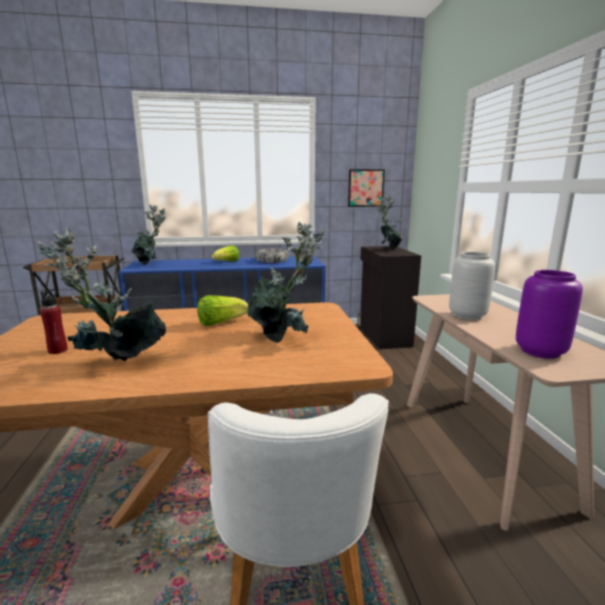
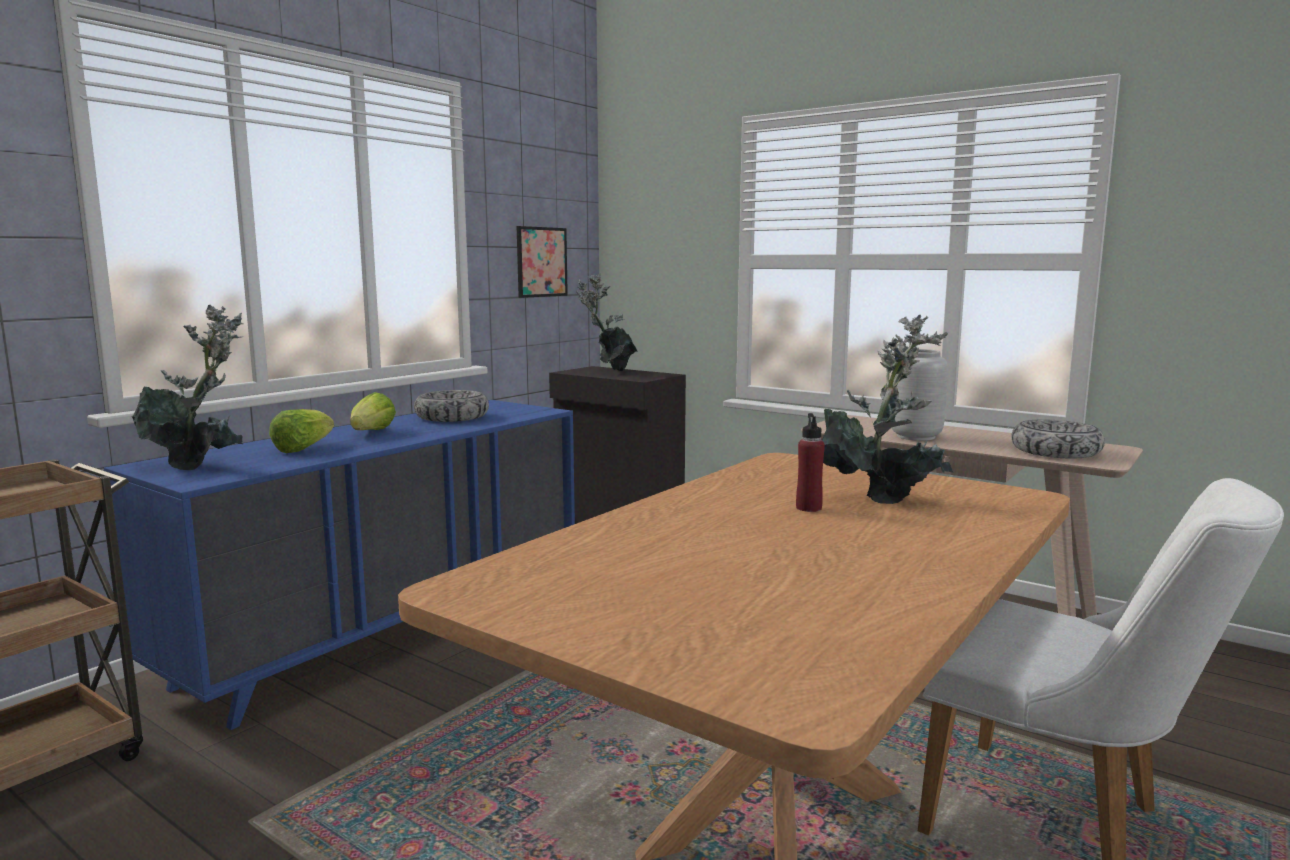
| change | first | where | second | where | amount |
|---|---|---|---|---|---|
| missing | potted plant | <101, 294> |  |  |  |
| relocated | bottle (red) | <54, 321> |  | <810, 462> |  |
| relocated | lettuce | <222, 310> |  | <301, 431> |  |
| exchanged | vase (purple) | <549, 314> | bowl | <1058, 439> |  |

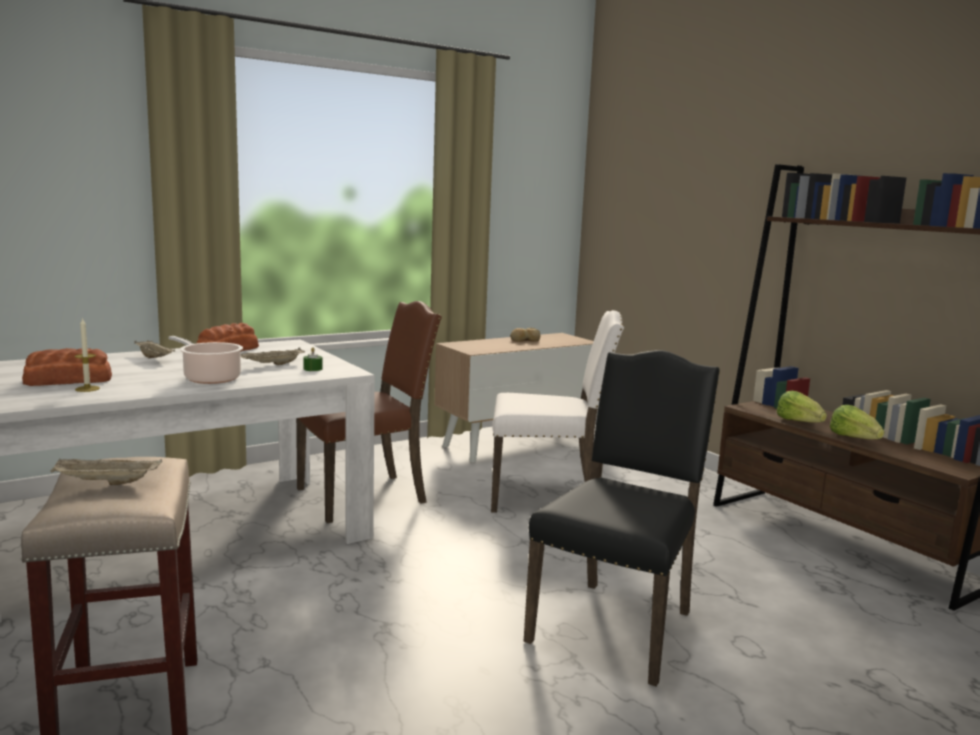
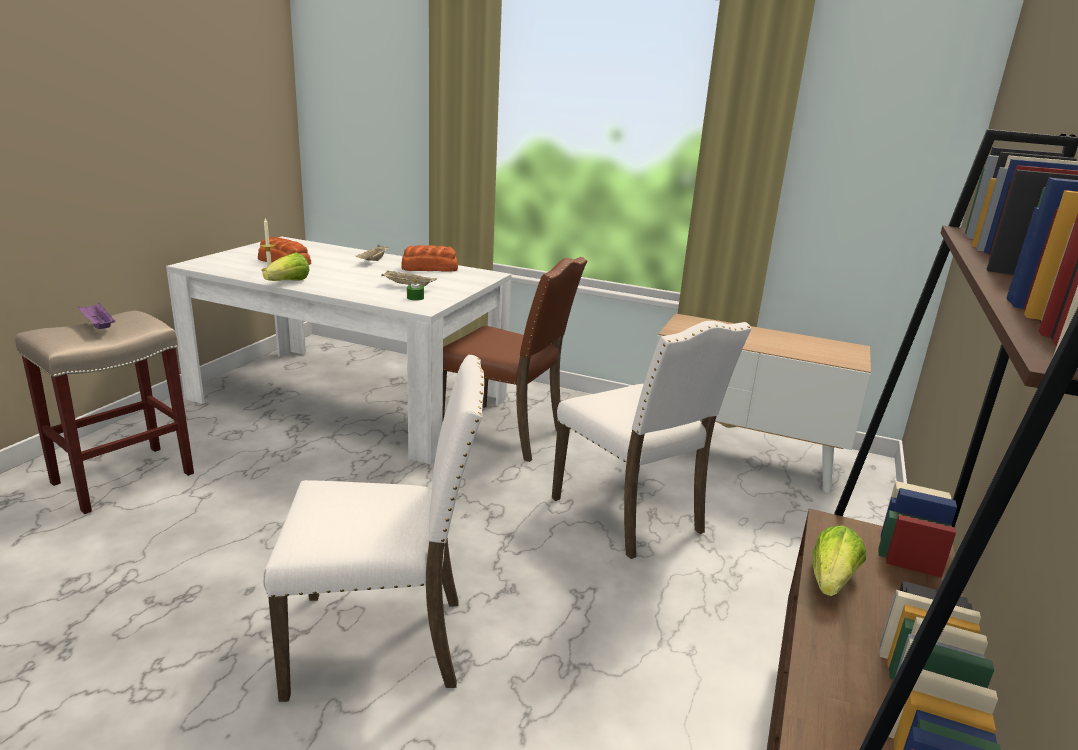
| change | first | where | second | where | amount |
|---|---|---|---|---|---|
| missing | cooking pot | <205, 360> |  |  |  |
| missing | bread | <525, 335> |  |  |  |
| relocated | lettuce | <857, 422> |  | <286, 266> |  |
| colour | tray (beige) | <106, 472> | tray (purple) | <96, 315> |  |
| colour | chair (black) | <622, 518> | chair (white) | <373, 528> |  |

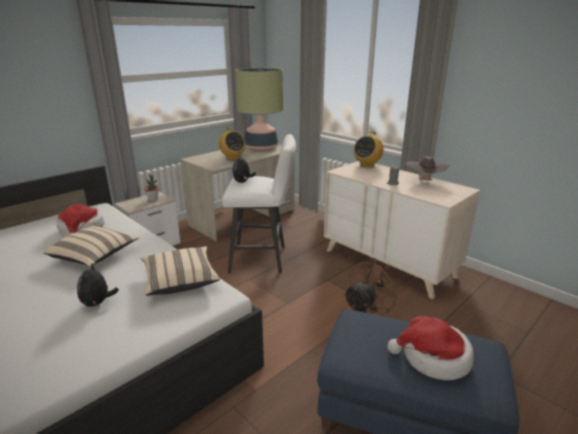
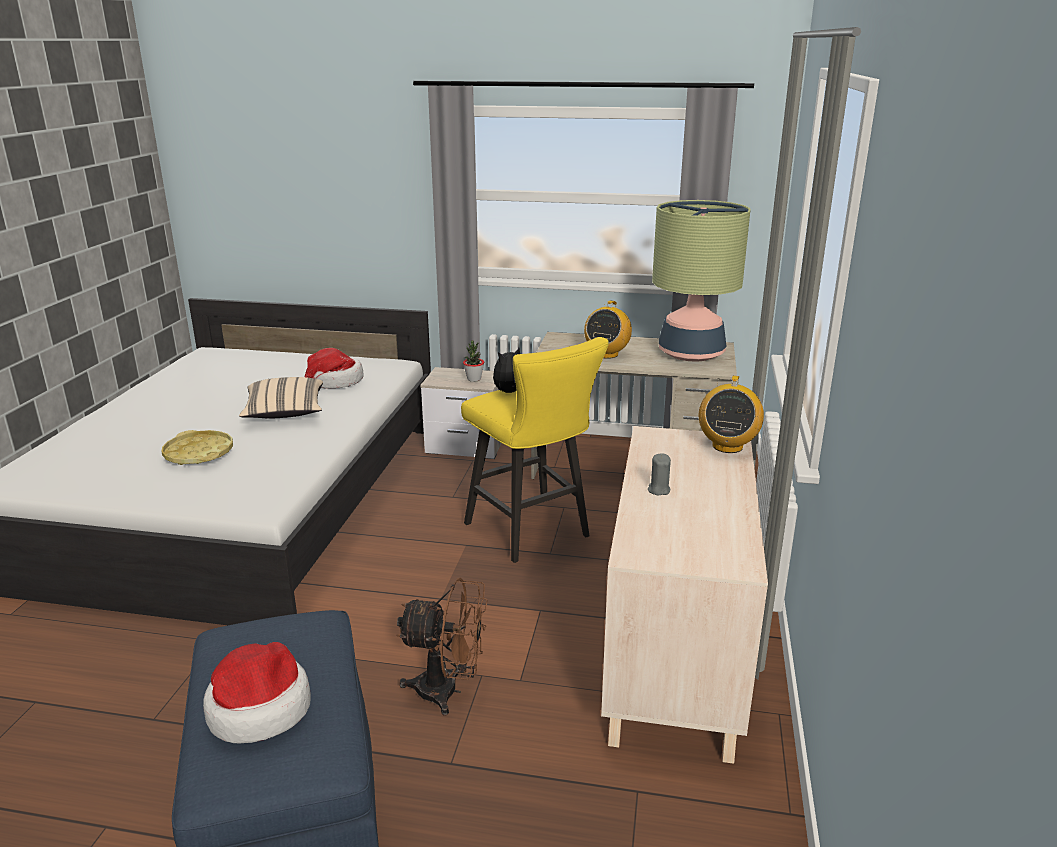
| change | first | where | second | where | amount |
|---|---|---|---|---|---|
| missing | pillow (beige) | <180, 271> |  |  |  |
| missing | hat (brown) | <428, 168> |  |  |  |
| exchanged | plush toy | <98, 285> | tray (yellow) | <197, 447> |  |
| colour | stool (white) | <259, 203> | stool (yellow) | <535, 450> |  |
| spun | radio | <369, 149> |  | <731, 414> | 75 degrees counterclockwise |

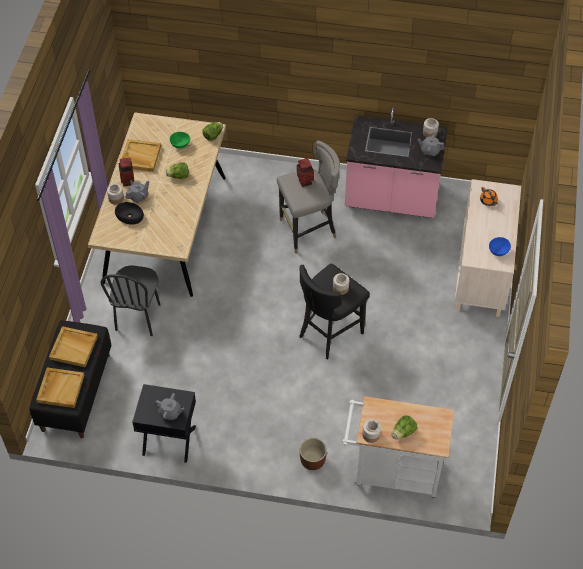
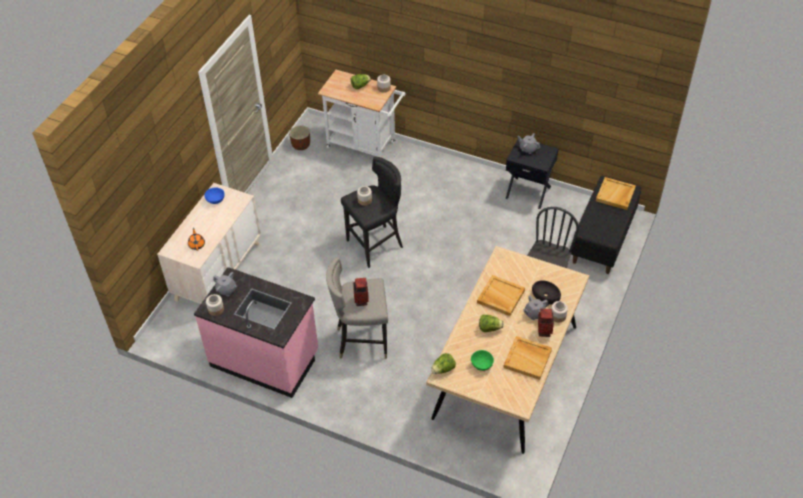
| change | first | where | second | where | amount |
|---|---|---|---|---|---|
| relocated | tray (beige) | <73, 346> |  | <501, 295> |  |
| relocated | planter (brown) | <313, 454> |  | <299, 137> |  |

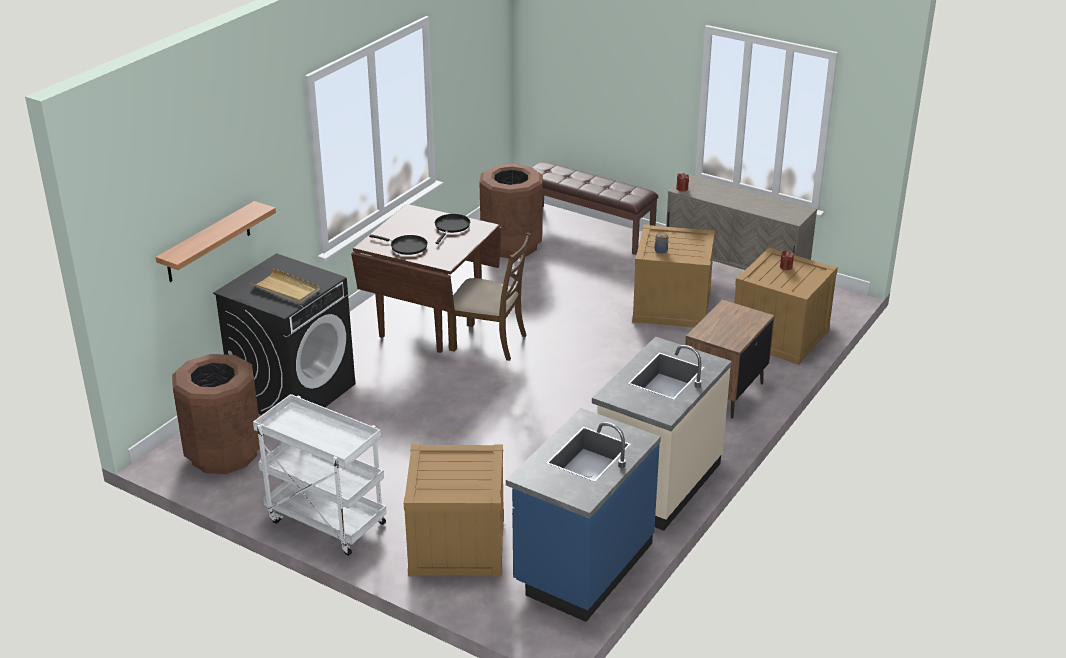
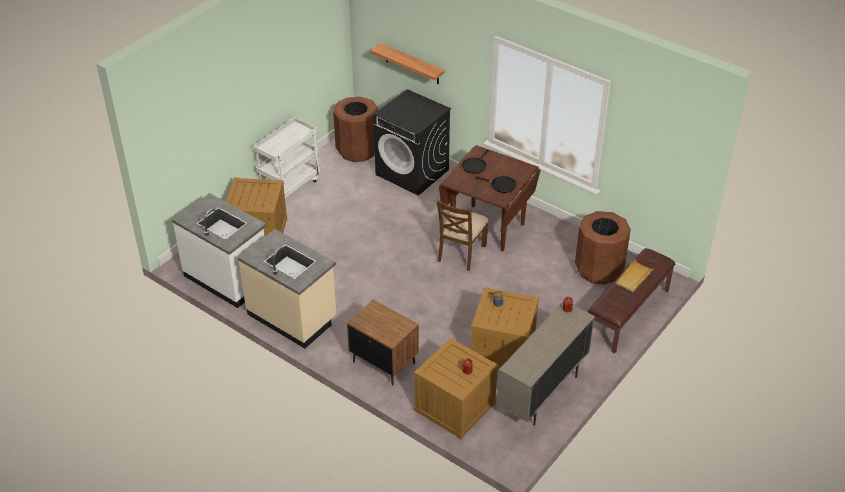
| change | first | where | second | where | amount |
|---|---|---|---|---|---|
| relocated | tray (beige) | <285, 286> |  | <635, 275> |  |
| colour | counter (blue) | <583, 515> | counter (white) | <219, 250> |  |

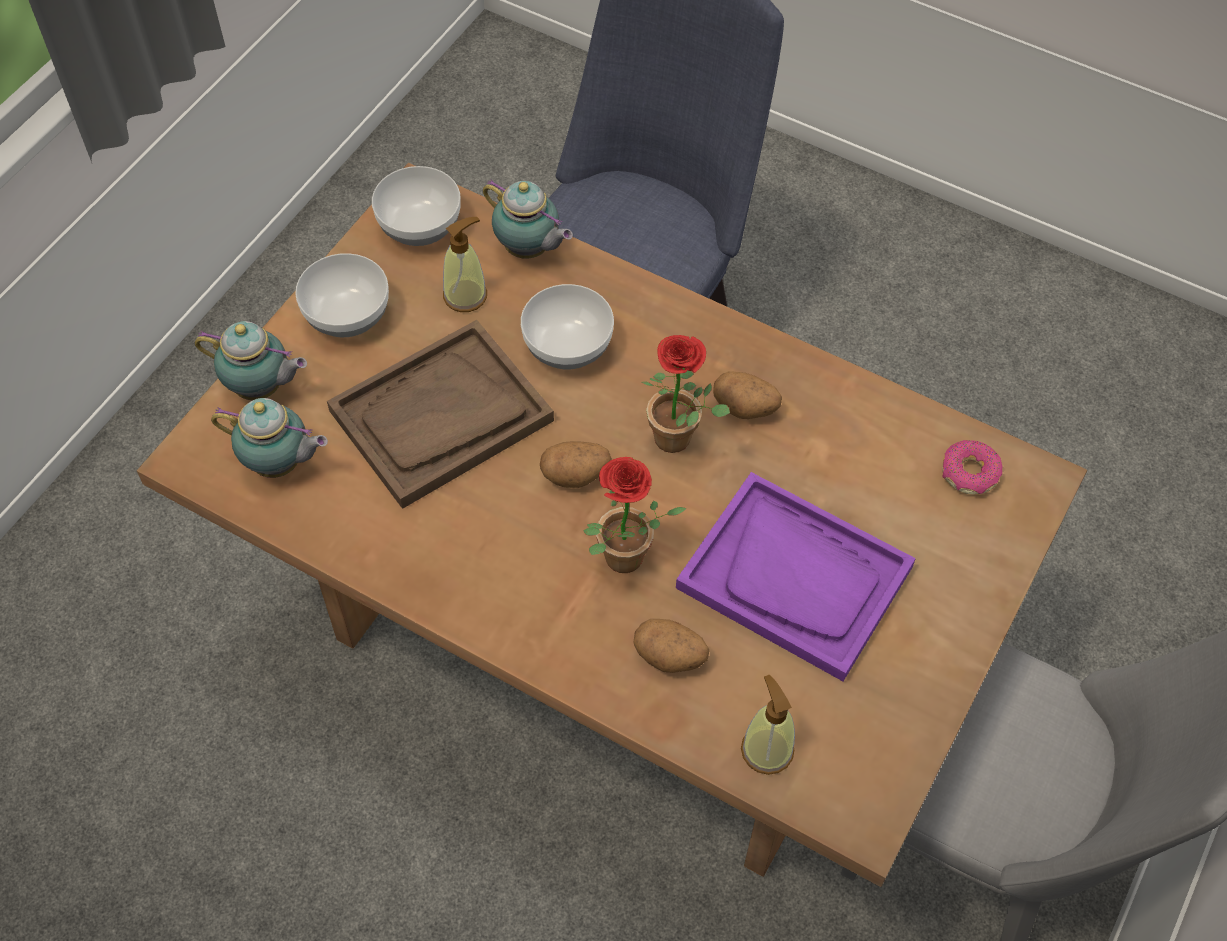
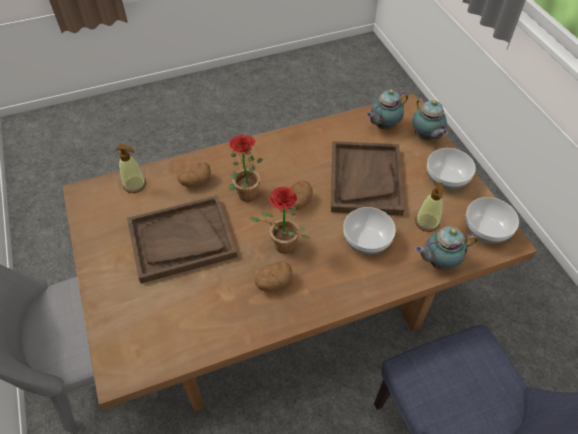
| change | first | where | second | where | amount |
|---|---|---|---|---|---|
| missing | donut | <972, 467> |  |  |  |
| colour | tray (purple) | <796, 576> | tray (brown) | <182, 239> |  |
| spun | teapot | <251, 360> |  | <430, 118> | 75 degrees counterclockwise |

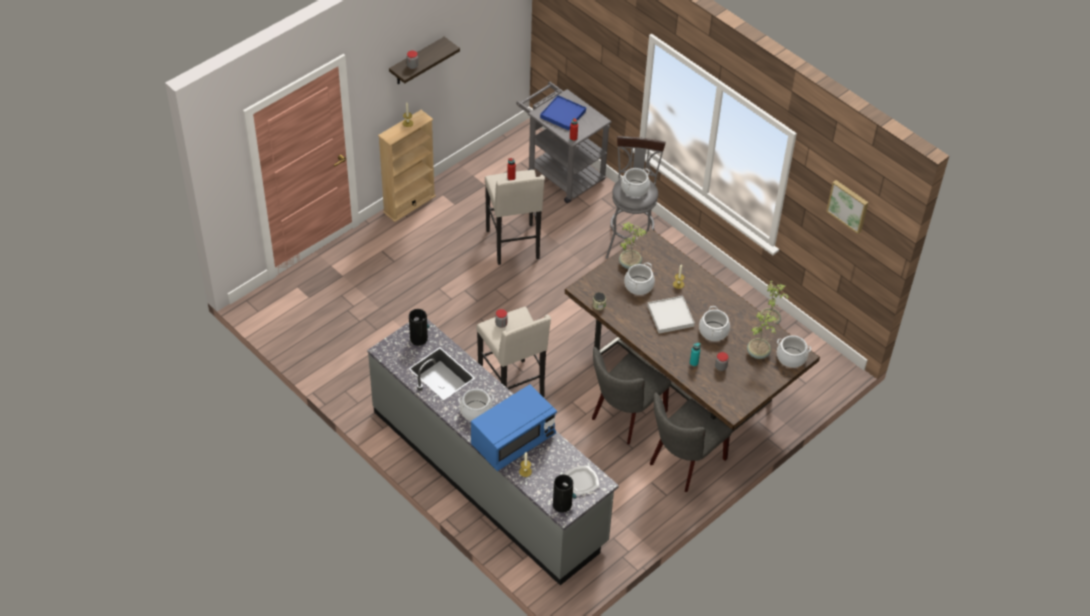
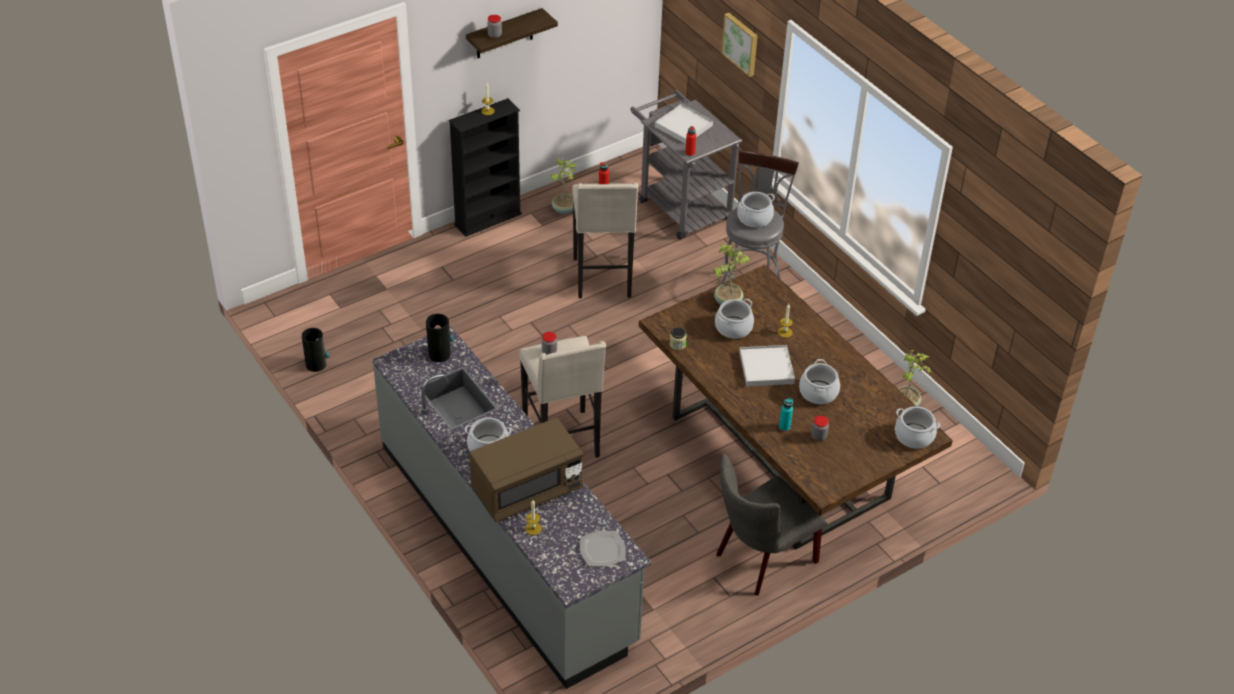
| change | first | where | second | where | amount |
|---|---|---|---|---|---|
| missing | chair (grey) | <631, 395> |  |  |  |
| relocated | vase | <565, 494> |  | <316, 350> |  |
| relocated | potted plant | <762, 335> |  | <563, 185> |  |
| relocated | picture | <847, 207> |  | <739, 45> |  |
| colour | bookcase (beige) | <407, 166> | bookcase (black) | <485, 167> |  |
| colour | microwave (blue) | <514, 427> | microwave (brown) | <526, 470> |  |
| colour | tray (blue) | <563, 113> | tray (white) | <684, 124> |  |

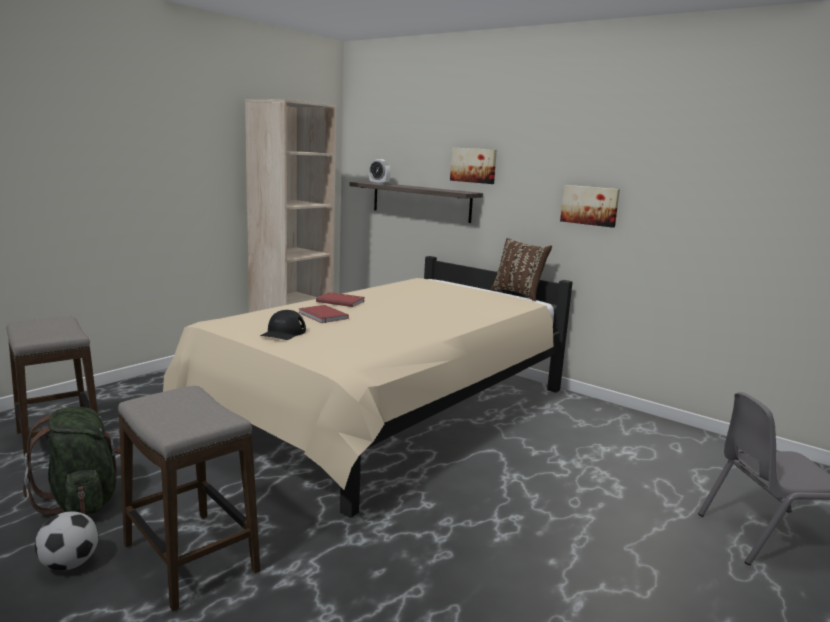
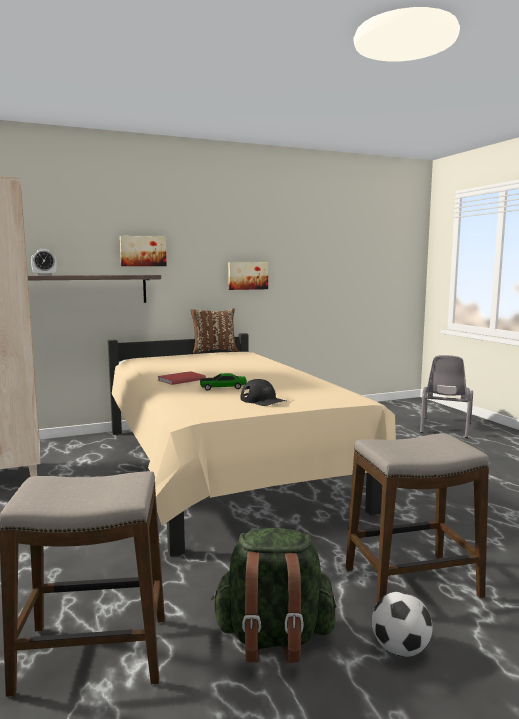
| change | first | where | second | where | amount |
|---|---|---|---|---|---|
| exchanged | book (red) | <324, 314> | toy car | <223, 382> |  |

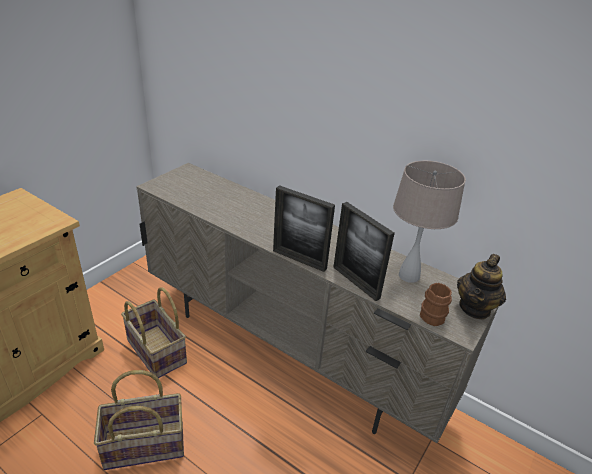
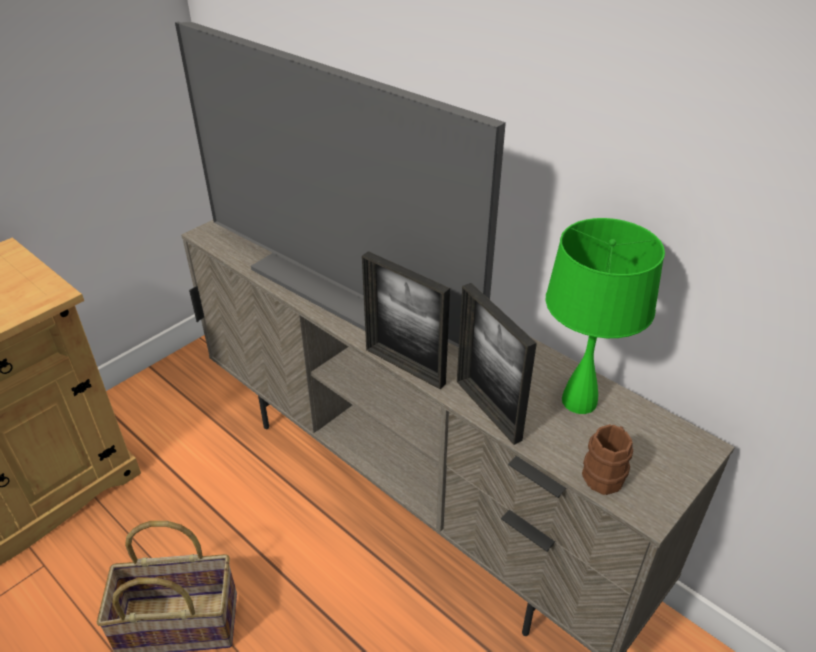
| change | first | where | second | where | amount |
|---|---|---|---|---|---|
| missing | basket | <154, 332> |  |  |  |
| missing | teapot | <481, 287> |  |  |  |
| appeared |  |  | television | <340, 185> |  |
| colour | table lamp (beige) | <429, 222> | table lamp (green) | <605, 316> |  |

